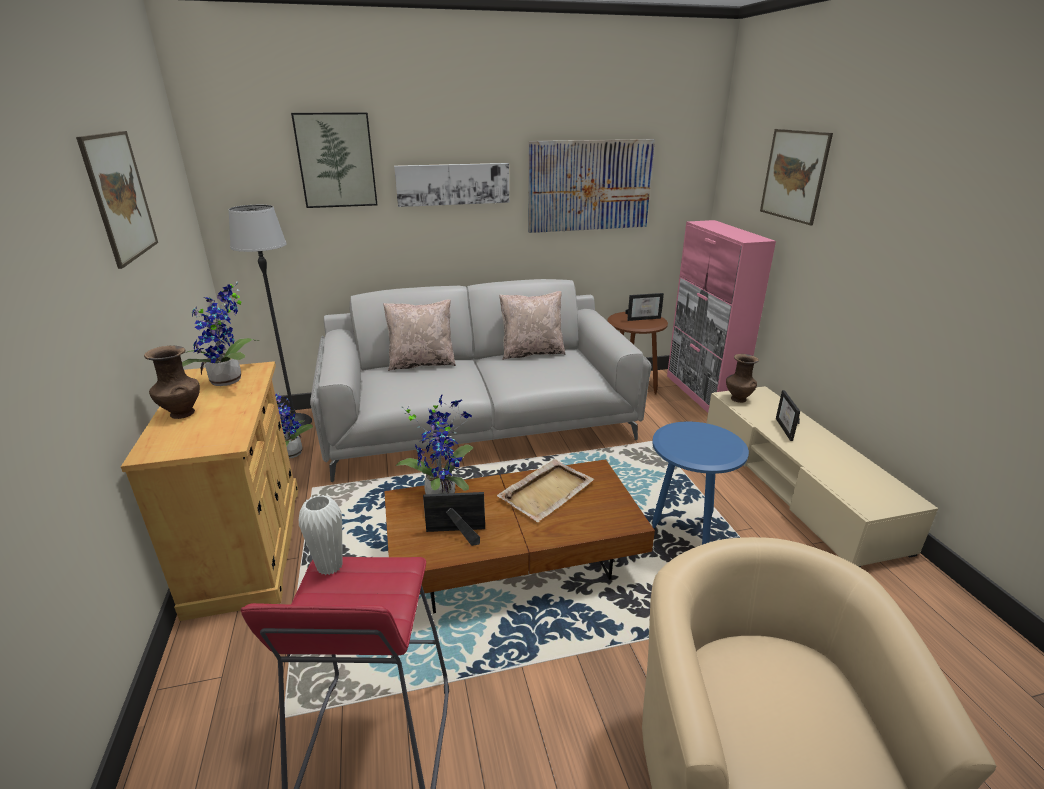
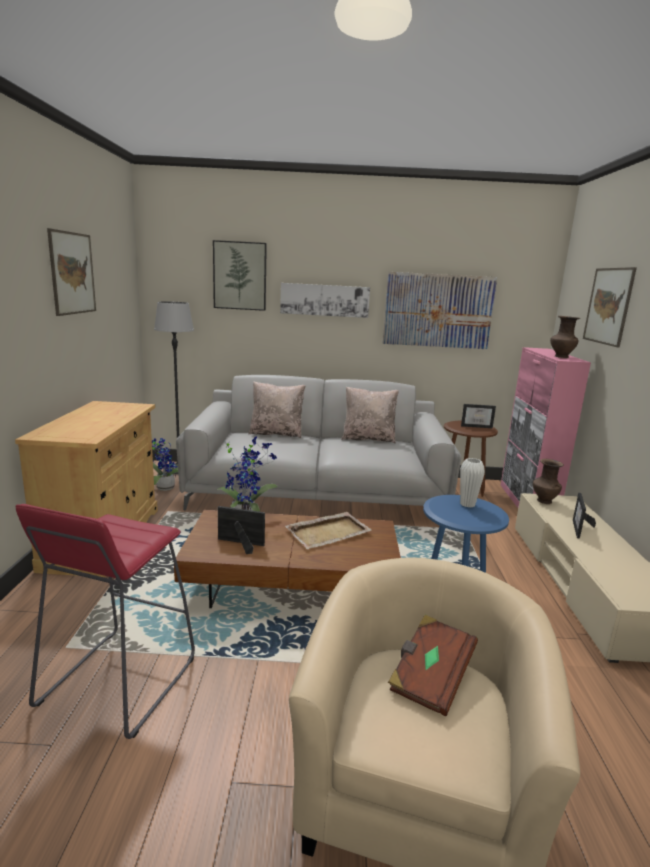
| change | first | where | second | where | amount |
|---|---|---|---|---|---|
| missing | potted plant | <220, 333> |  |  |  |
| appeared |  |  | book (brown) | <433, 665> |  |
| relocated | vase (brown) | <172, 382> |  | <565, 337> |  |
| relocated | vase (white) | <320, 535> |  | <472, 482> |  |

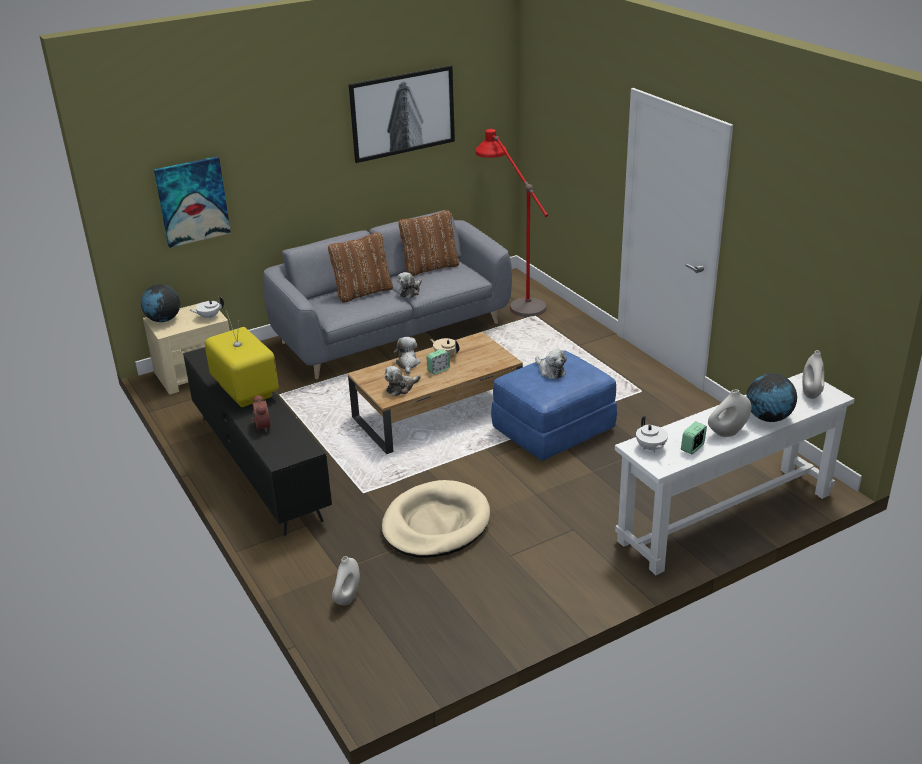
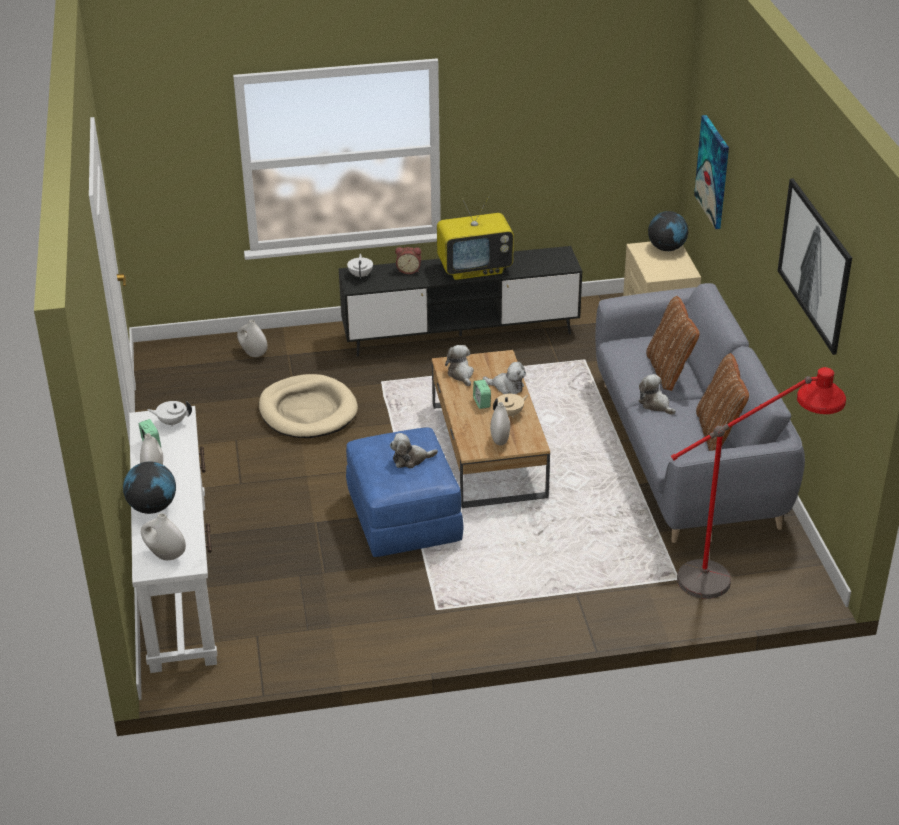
| change | first | where | second | where | amount |
|---|---|---|---|---|---|
| appeared |  |  | vase (white) | <500, 423> |  |
| relocated | teapot (white) | <207, 308> |  | <360, 266> |  |

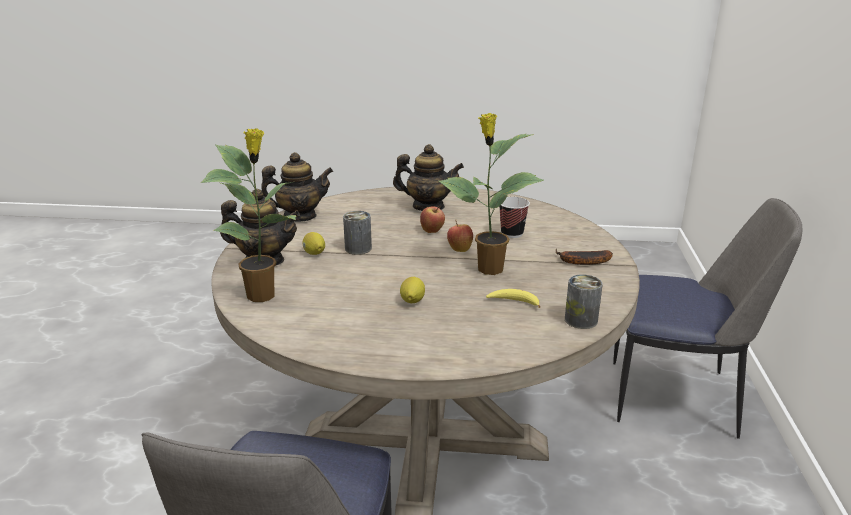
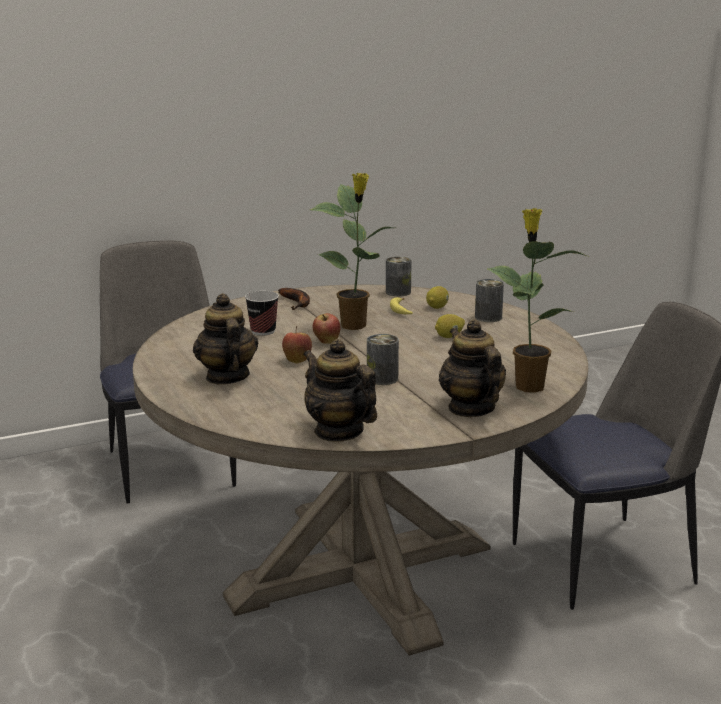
| change | first | where | second | where | amount |
|---|---|---|---|---|---|
| appeared |  |  | can | <489, 300> |  |
| relocated | lemon | <313, 243> |  | <437, 297> |  |

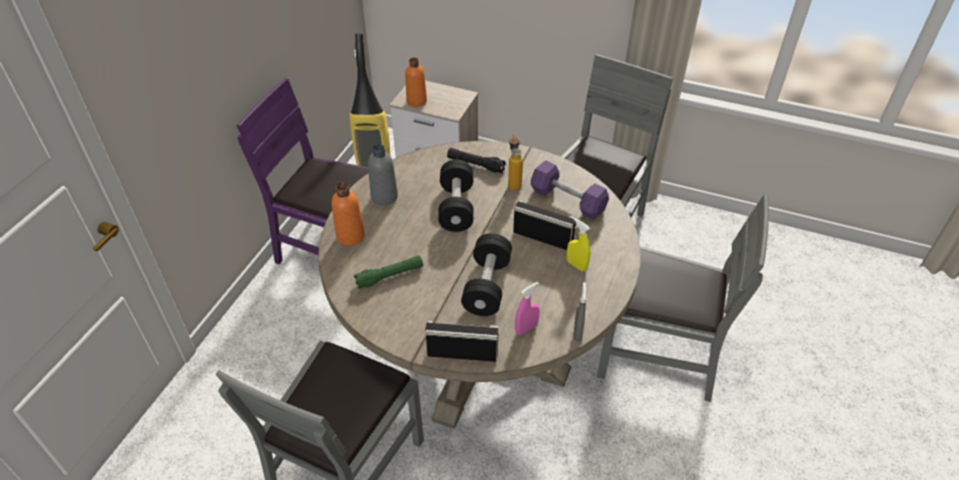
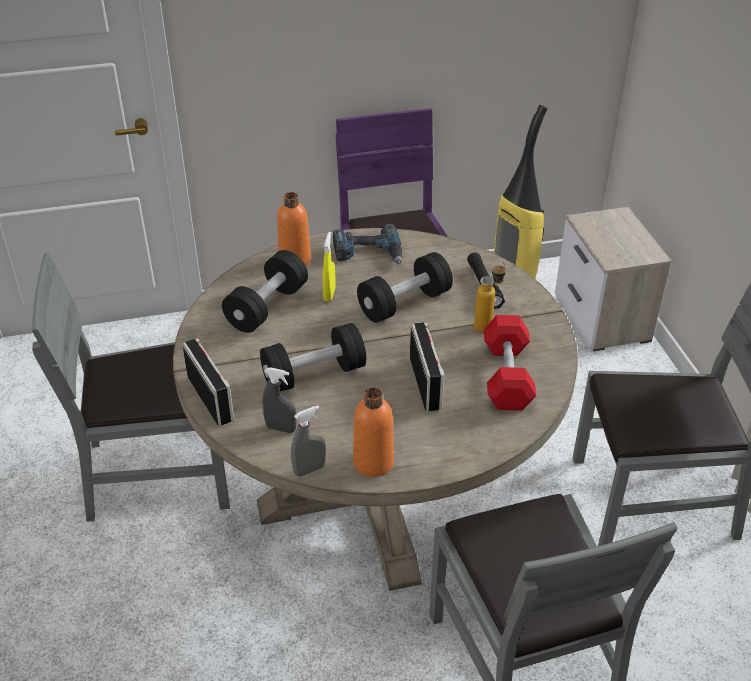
| change | first | where | second | where | amount |
|---|---|---|---|---|---|
| relocated | bottle (orange) | <416, 82> |  | <373, 432> |  |
| relocated | spray bottle (yellow) | <578, 244> |  | <329, 266> |  |
| exchanged | flashlight (green) | <388, 272> | dumbbell (black) | <265, 291> |  |
| exchanged | bottle (grey) | <383, 175> | power drill | <367, 244> |  |
| colour | spray bottle (pink) | <527, 308> | spray bottle (grey) | <279, 400> |  |
| colour | dumbbell (purple) | <570, 190> | dumbbell (red) | <510, 363> |  |

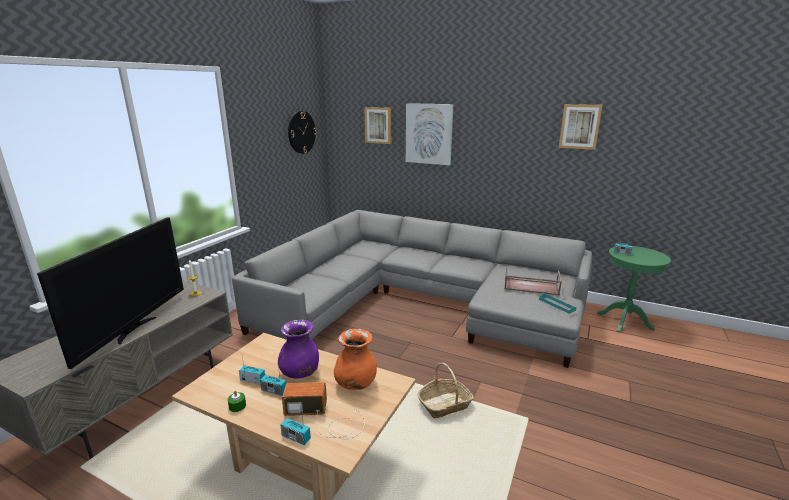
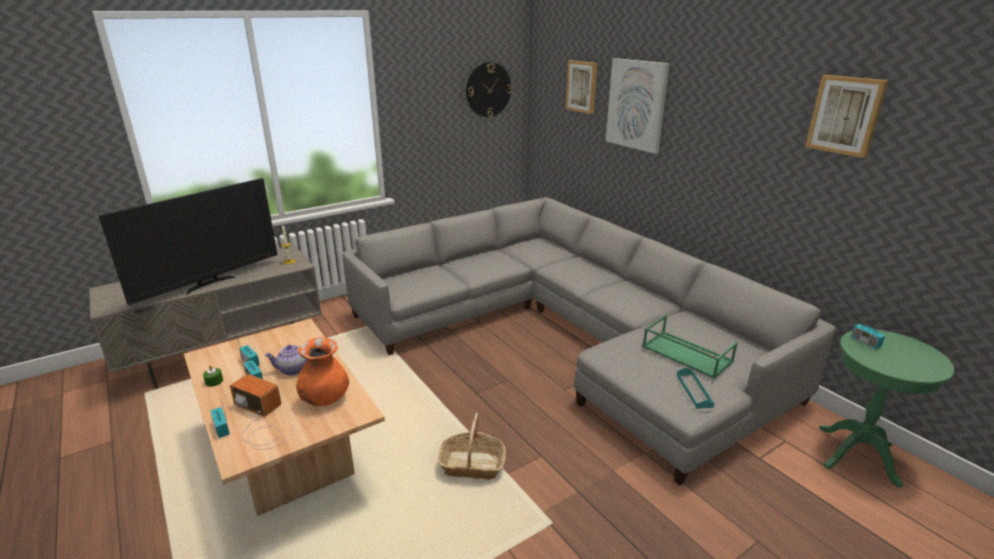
| change | first | where | second | where | amount |
|---|---|---|---|---|---|
| exchanged | vase (purple) | <298, 349> | teapot | <285, 360> |  |
| colour | tray (brown) | <533, 280> | tray (green) | <689, 347> |  |

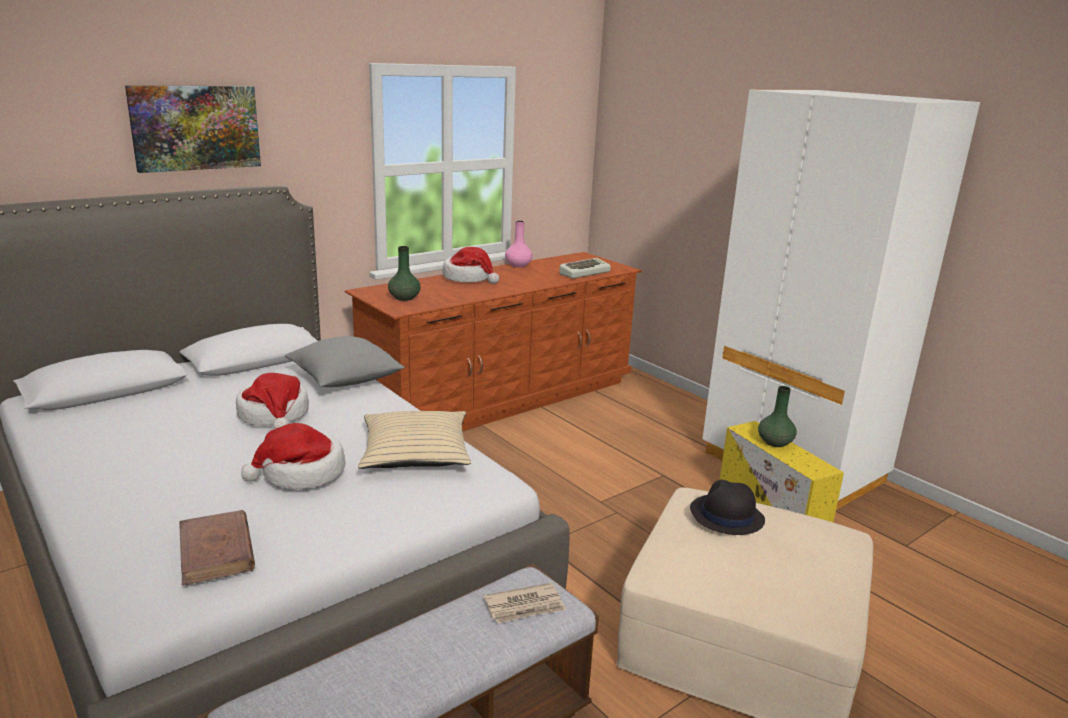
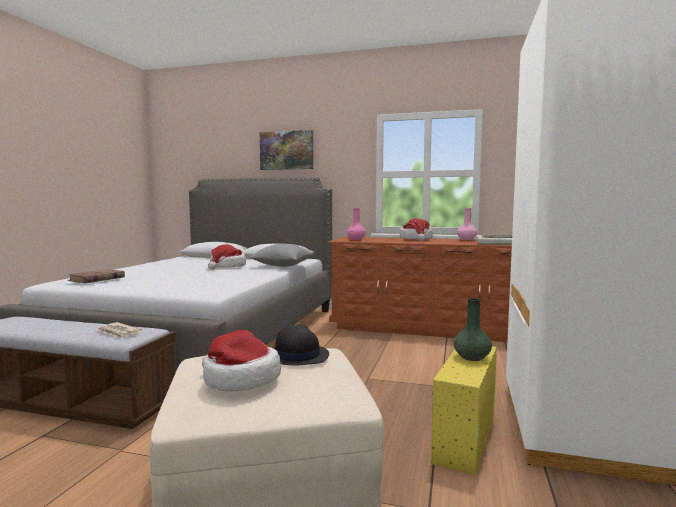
| change | first | where | second | where | amount |
|---|---|---|---|---|---|
| missing | pillow (beige) | <414, 440> |  |  |  |
| relocated | hat | <293, 456> |  | <241, 361> |  |
| colour | vase (green) | <404, 273> | vase (pink) | <356, 224> |  |

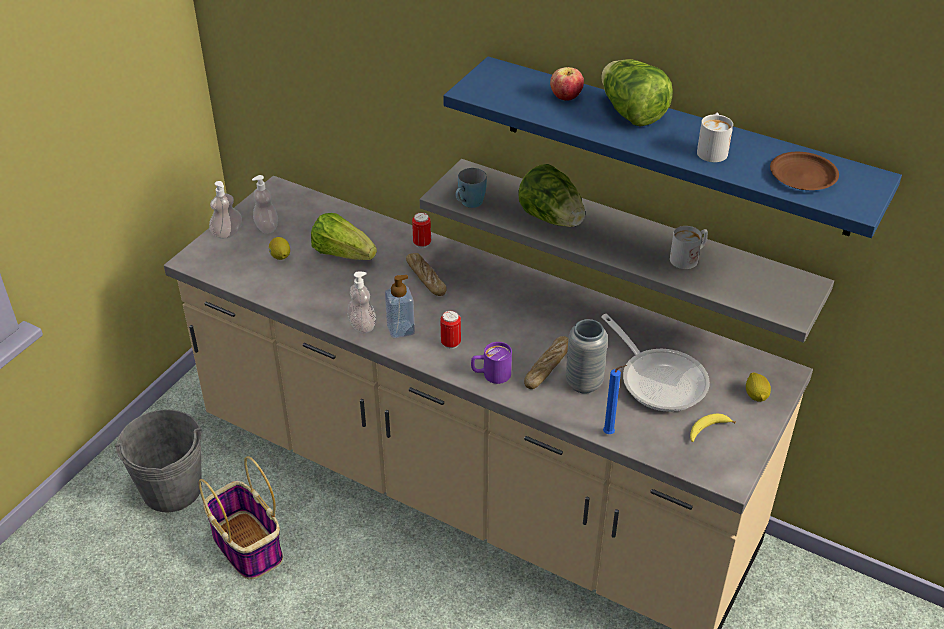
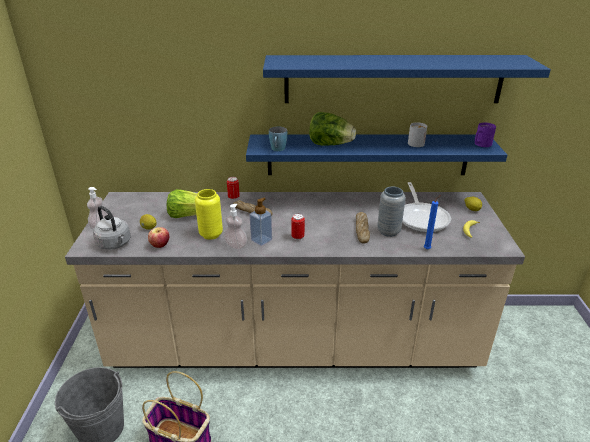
| change | first | where | second | where | amount |
|---|---|---|---|---|---|
| missing | soap dispenser | <265, 204> |  |  |  |
| missing | lettuce | <637, 93> |  |  |  |
| missing | mug (white) | <715, 137> |  |  |  |
| missing | plate (brown) | <804, 171> |  |  |  |
| appeared |  |  | kettle (grey) | <112, 228> |  |
| appeared |  |  | vase (yellow) | <209, 214> |  |
| relocated | mug (purple) | <491, 363> |  | <485, 135> |  |
| relocated | apple | <567, 84> |  | <158, 237> |  |
| colour | shelf (grey) | <627, 251> | shelf (blue) | <376, 154> |  |
| spun | frying pan | <655, 363> |  | <426, 207> | 60 degrees clockwise |

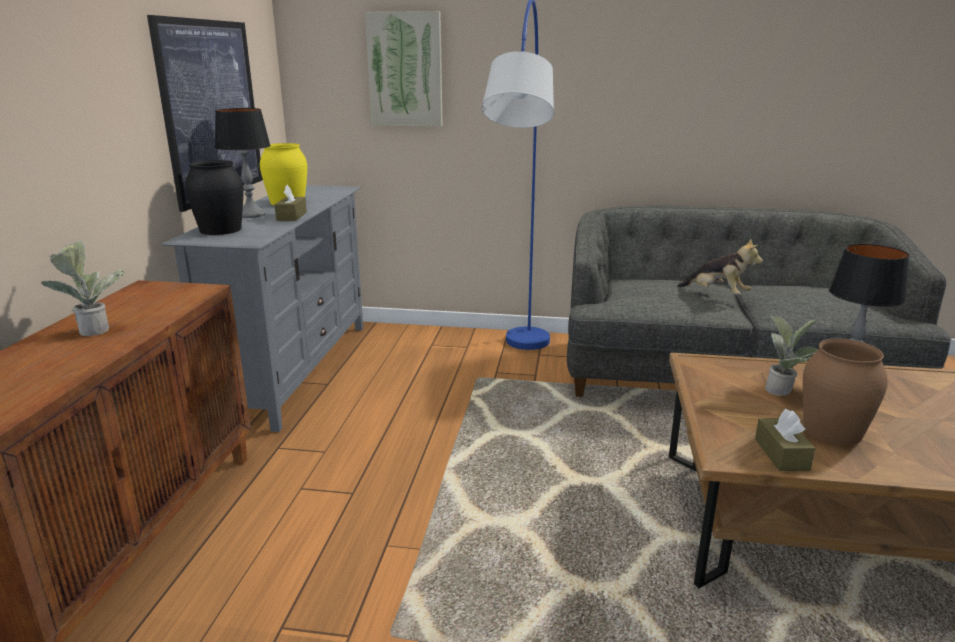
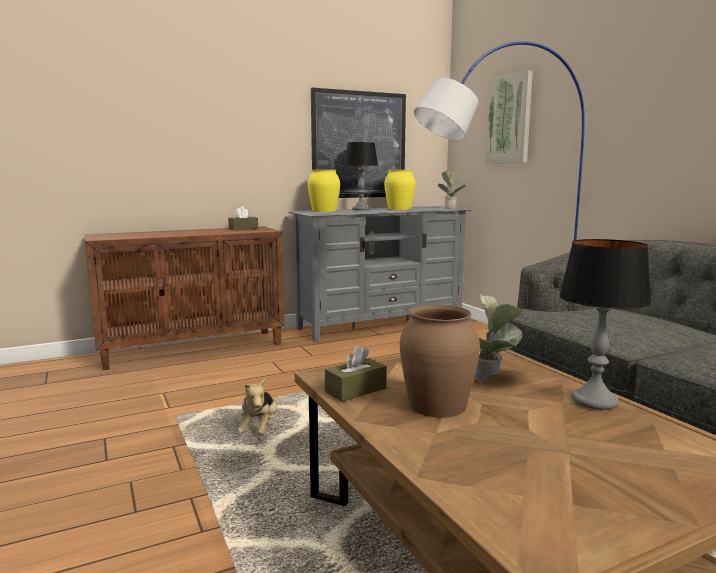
| change | first | where | second | where | amount |
|---|---|---|---|---|---|
| relocated | potted plant | <83, 288> |  | <452, 189> |  |
| relocated | tissue box (brown) | <291, 203> |  | <243, 218> |  |
| relocated | plush toy | <720, 266> |  | <257, 407> |  |
| colour | vase (black) | <214, 197> | vase (yellow) | <324, 191> |  |

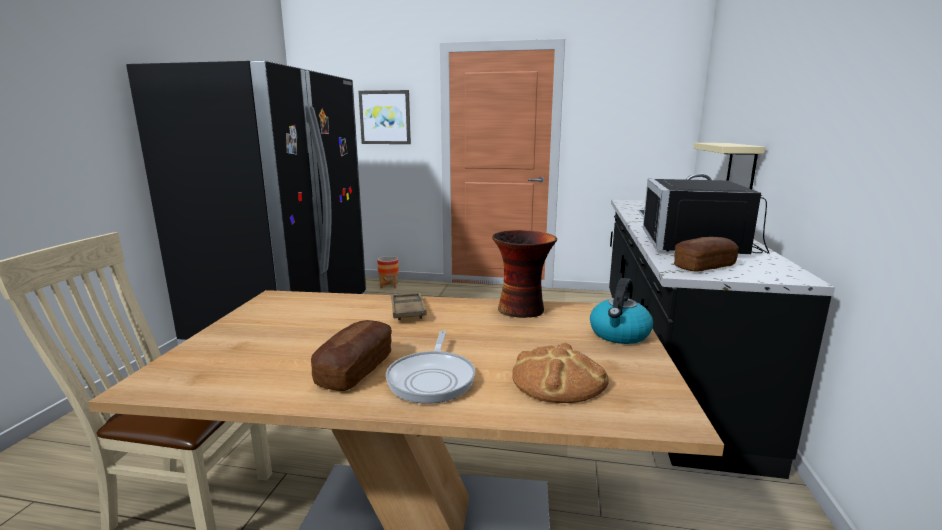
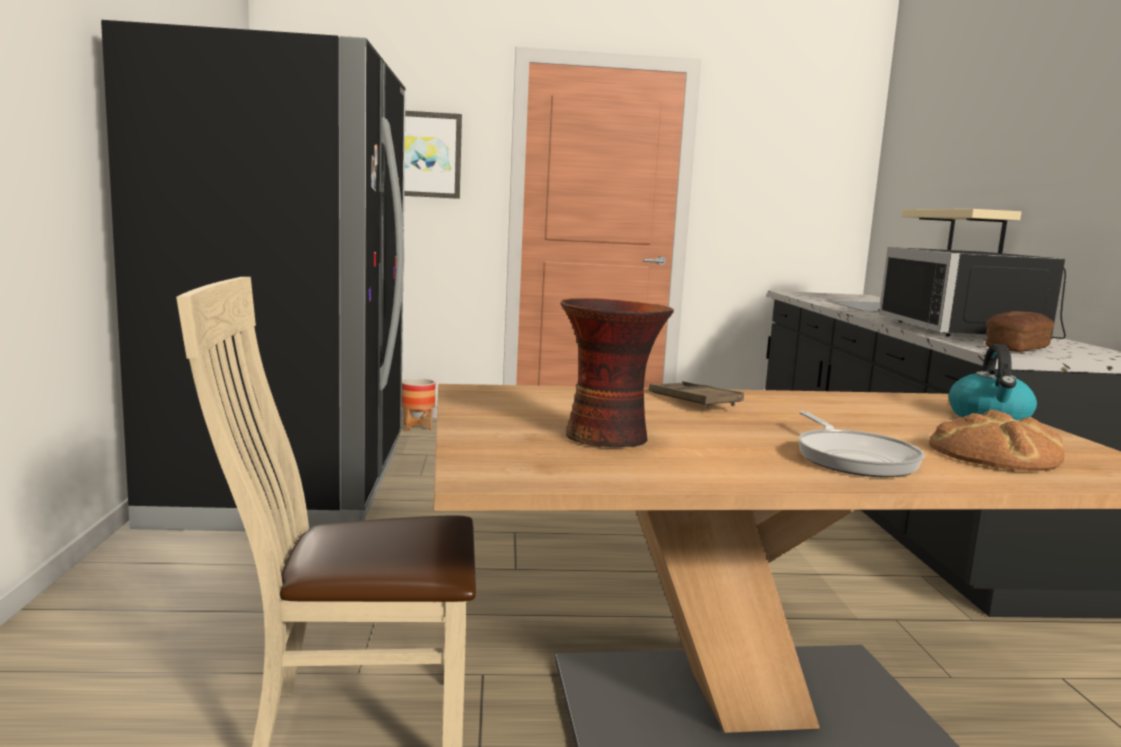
| change | first | where | second | where | amount |
|---|---|---|---|---|---|
| missing | bread | <351, 355> |  |  |  |
| relocated | vase | <524, 274> |  | <617, 373> |  |

